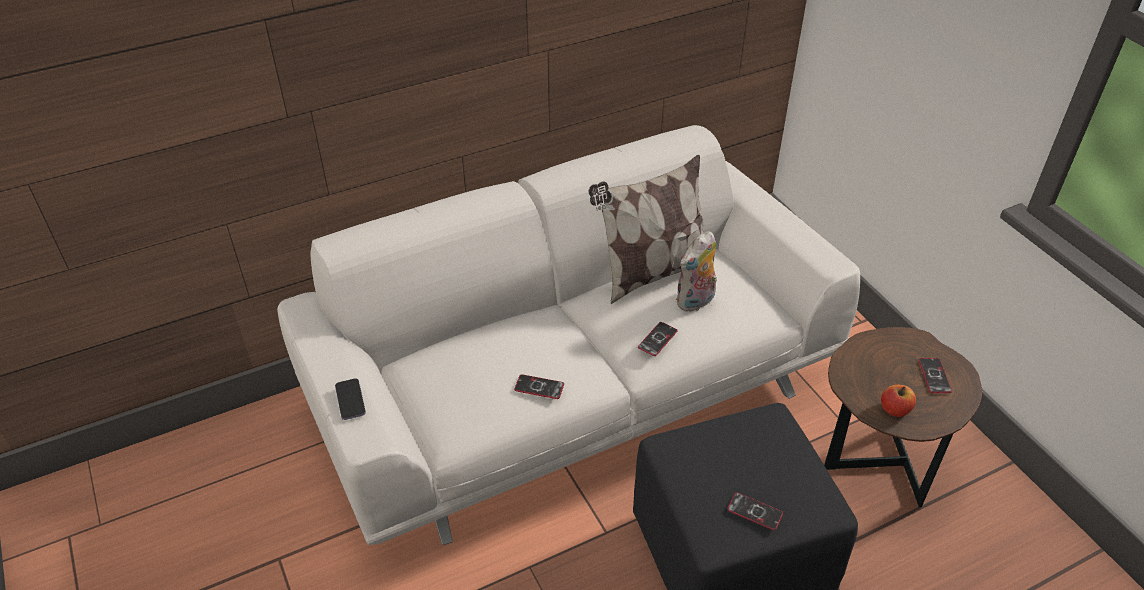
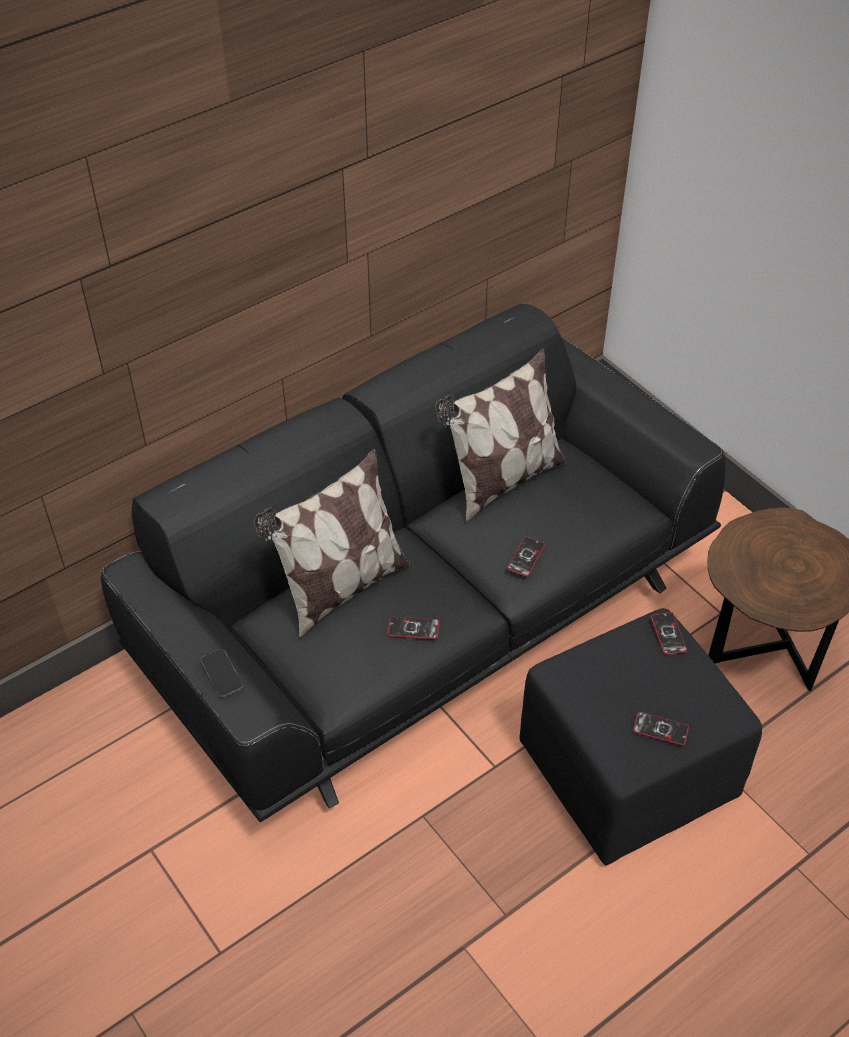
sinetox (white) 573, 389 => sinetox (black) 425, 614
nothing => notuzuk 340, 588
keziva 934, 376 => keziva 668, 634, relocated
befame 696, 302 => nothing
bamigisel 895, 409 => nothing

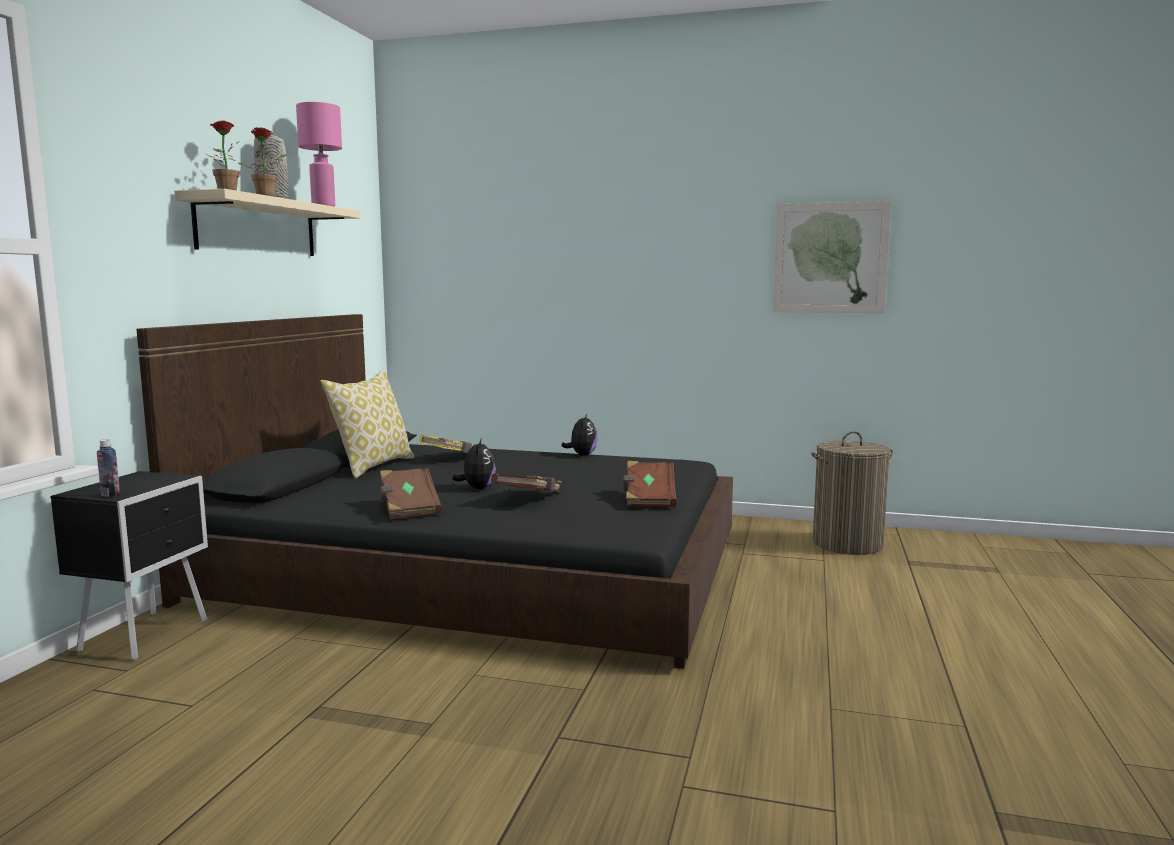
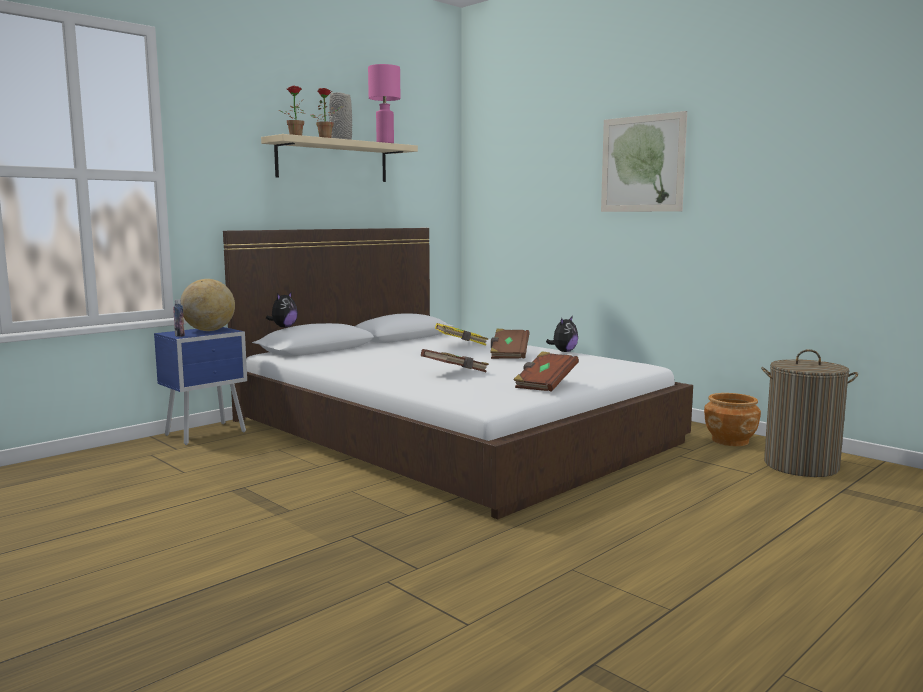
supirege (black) 148, 635 => supirege (blue) 207, 433
nothing => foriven 209, 330
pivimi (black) 480, 567 => pivimi (white) 449, 430
befame 477, 488 => befame 284, 327, relocated
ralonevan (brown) 408, 508 => ralonevan (brown) 508, 355, relocated
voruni 830, 258 => voruni 642, 164, relocated
nothing => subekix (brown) 730, 441
notuzuk 373, 466 => nothing

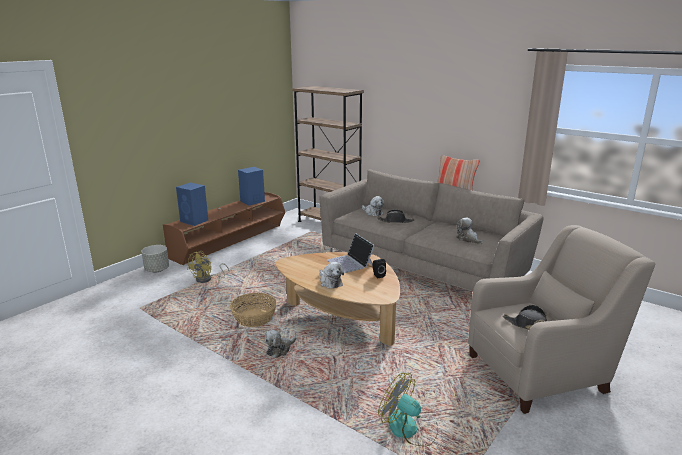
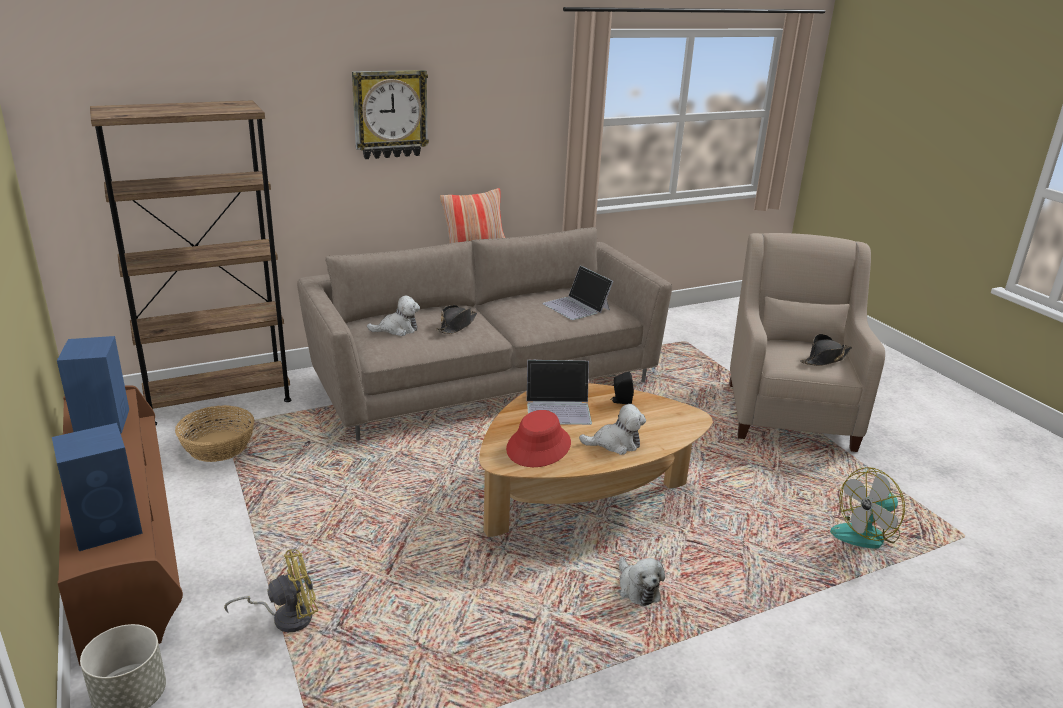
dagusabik 254, 318 => dagusabik 219, 446, relocated
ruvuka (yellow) 207, 279 => ruvuka (yellow) 286, 617, 75 degrees counterclockwise
nothing => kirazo 390, 114
nothing => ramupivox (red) 539, 446
befame 468, 239 => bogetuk 576, 306

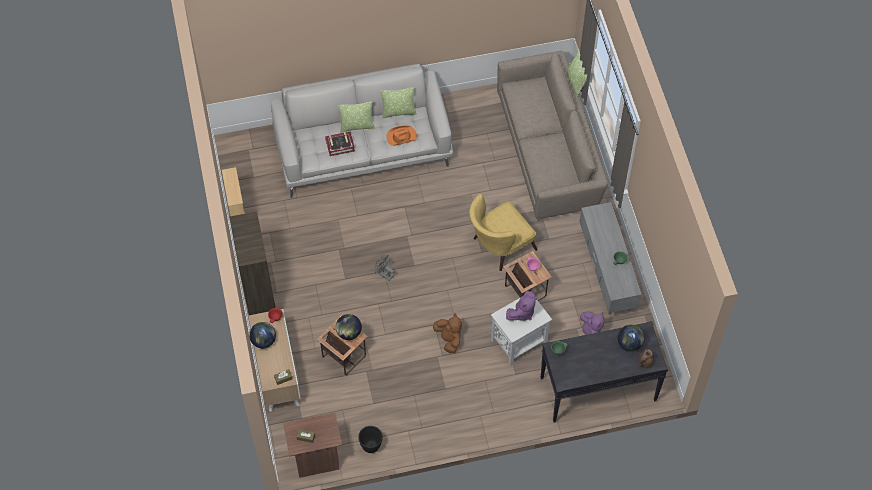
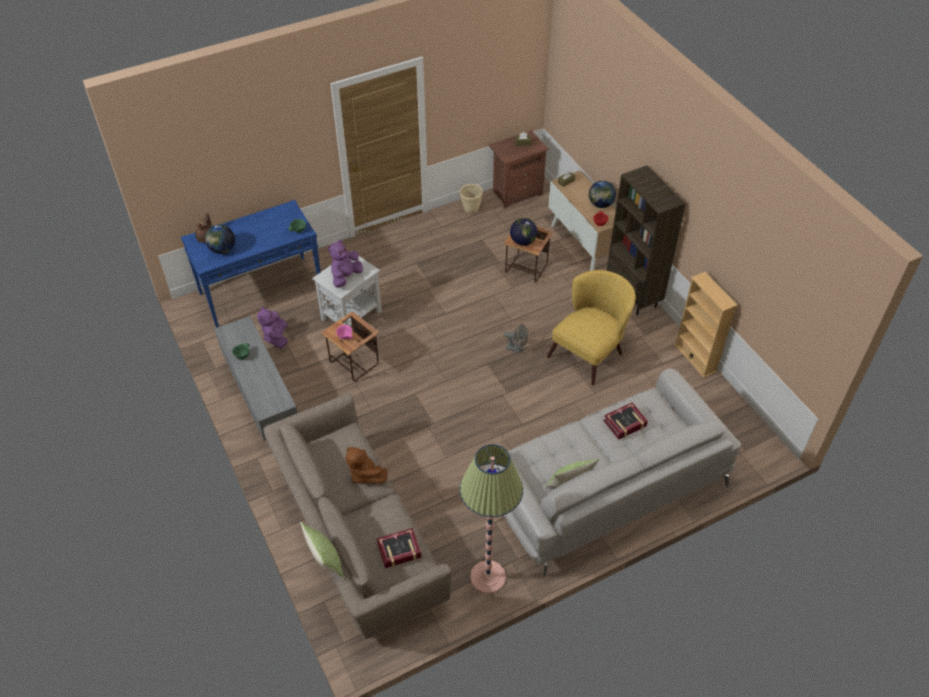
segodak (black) 597, 389 => segodak (blue) 261, 291
befame (brown) 449, 339 => befame (brown) 364, 474, relocated
nothing => ralonevan 399, 551
subekix (black) 371, 446 => subekix (beige) 470, 209
nothing => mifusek 488, 577
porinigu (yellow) 498, 247 => porinigu (yellow) 590, 351, relocated
notuzuk 357, 126 => nothing
ramupivox (orange) 401, 137 => nothing

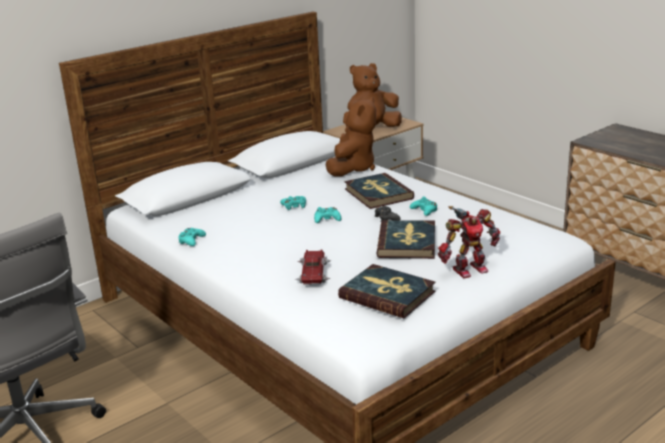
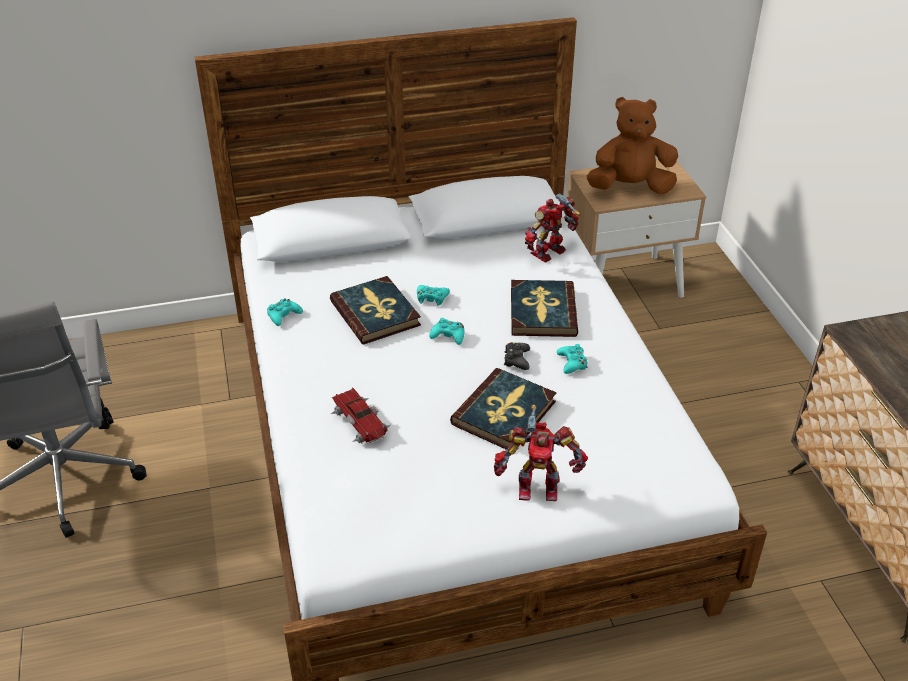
ralonevan 387, 294 => ralonevan 375, 313, relocated
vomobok 313, 273 => vomobok 361, 422, 120 degrees clockwise
befame (brown) 352, 168 => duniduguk 550, 253

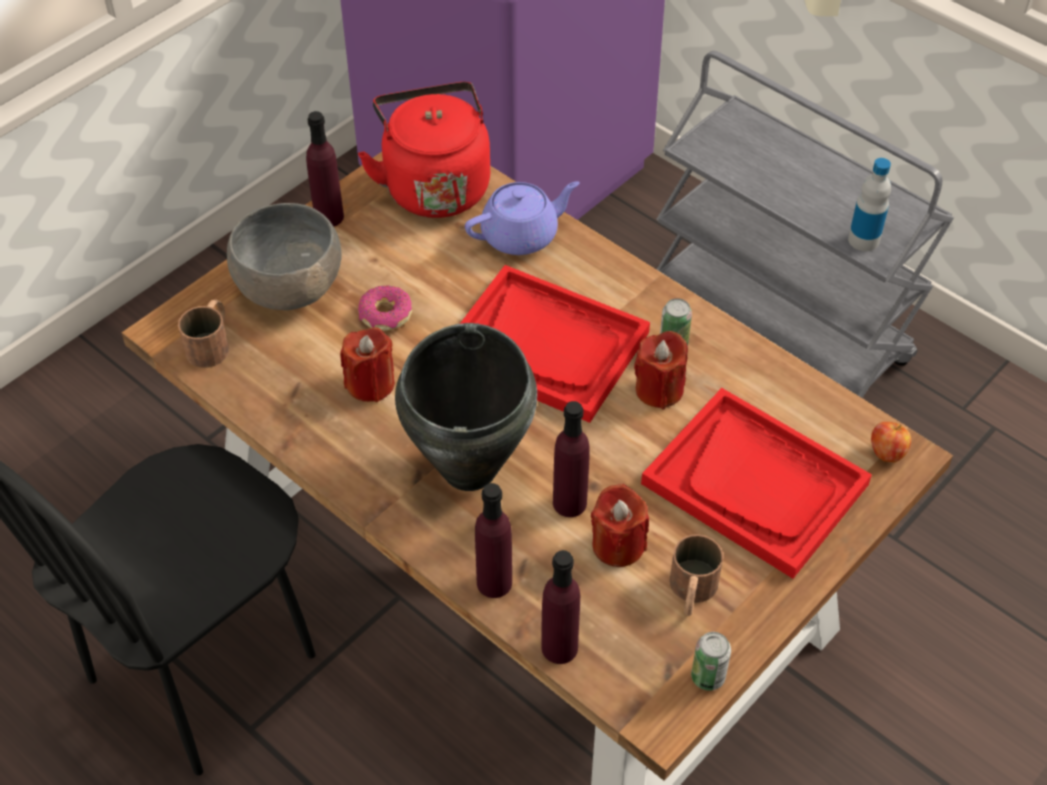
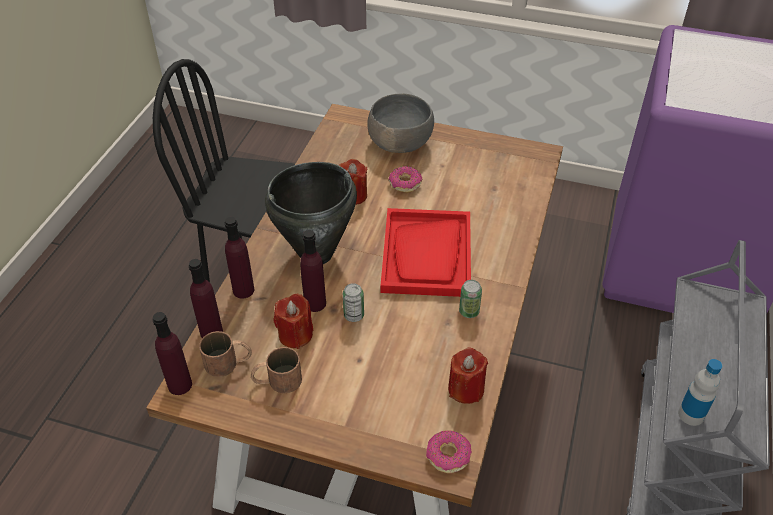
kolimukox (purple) 329, 217 => kolimukox (purple) 180, 385, relocated
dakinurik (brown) 212, 343 => dakinurik (brown) 229, 362, relocated
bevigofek 708, 677 => bevigofek 354, 315, relocated
bamigisel 886, 453 => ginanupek 448, 455
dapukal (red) 659, 389 => dapukal (red) 466, 389, relocated
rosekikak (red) 434, 185 => nothing
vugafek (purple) 521, 235 => nothing
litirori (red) 755, 484 => nothing

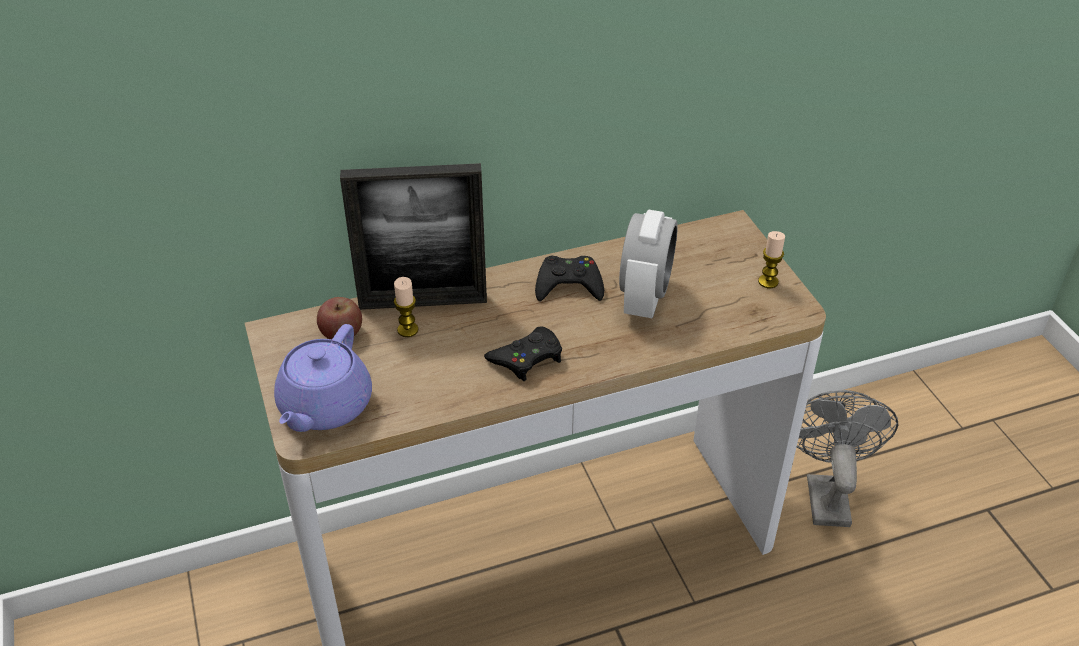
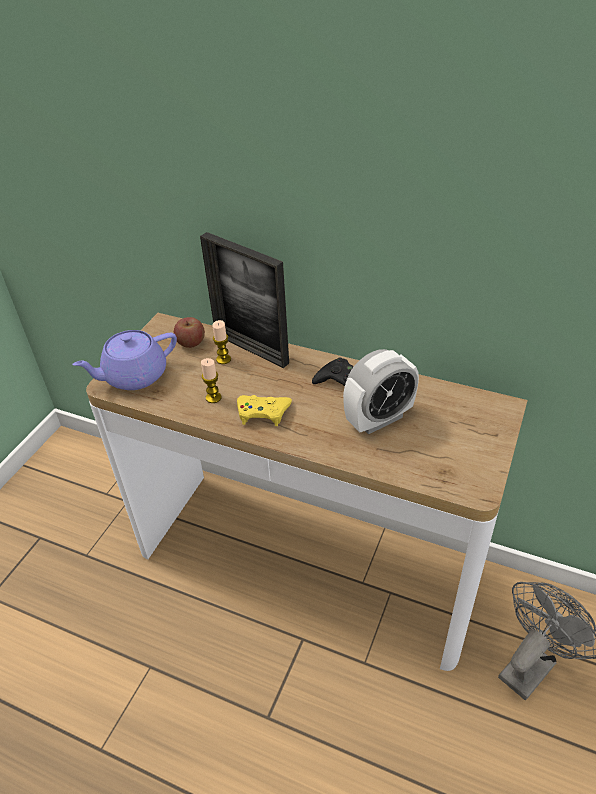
dapukal 768, 282 => dapukal 213, 397, relocated
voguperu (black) 527, 358 => voguperu (yellow) 263, 413

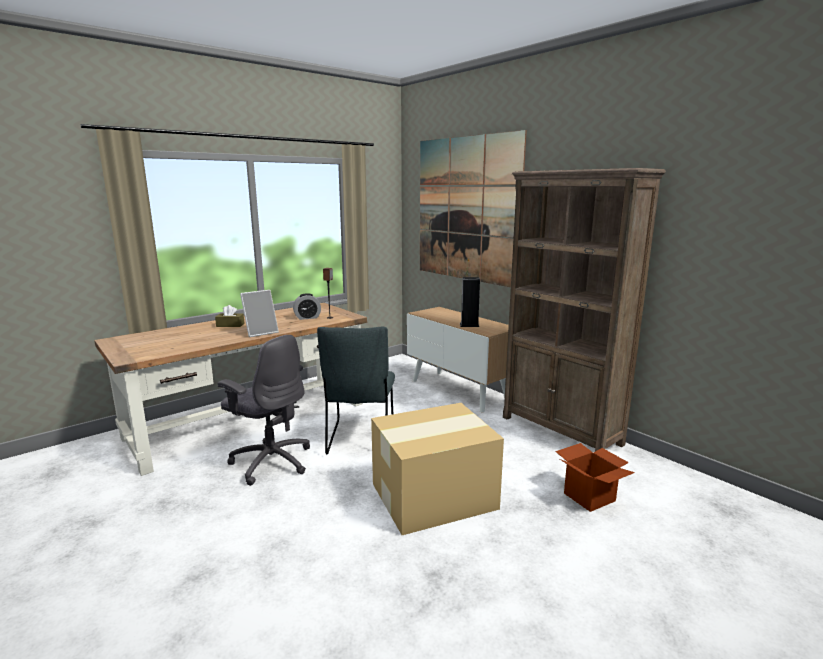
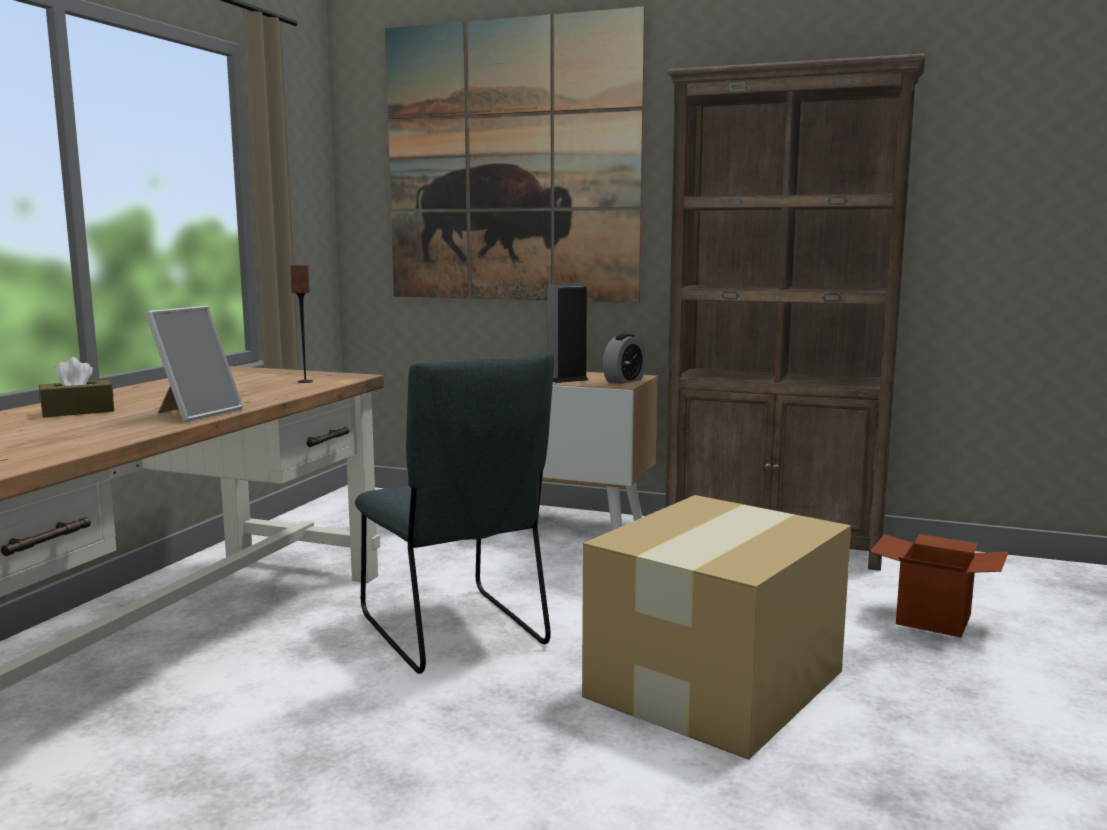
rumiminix 307, 317 => rumiminix 624, 381, relocated
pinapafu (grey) 271, 461 => nothing

